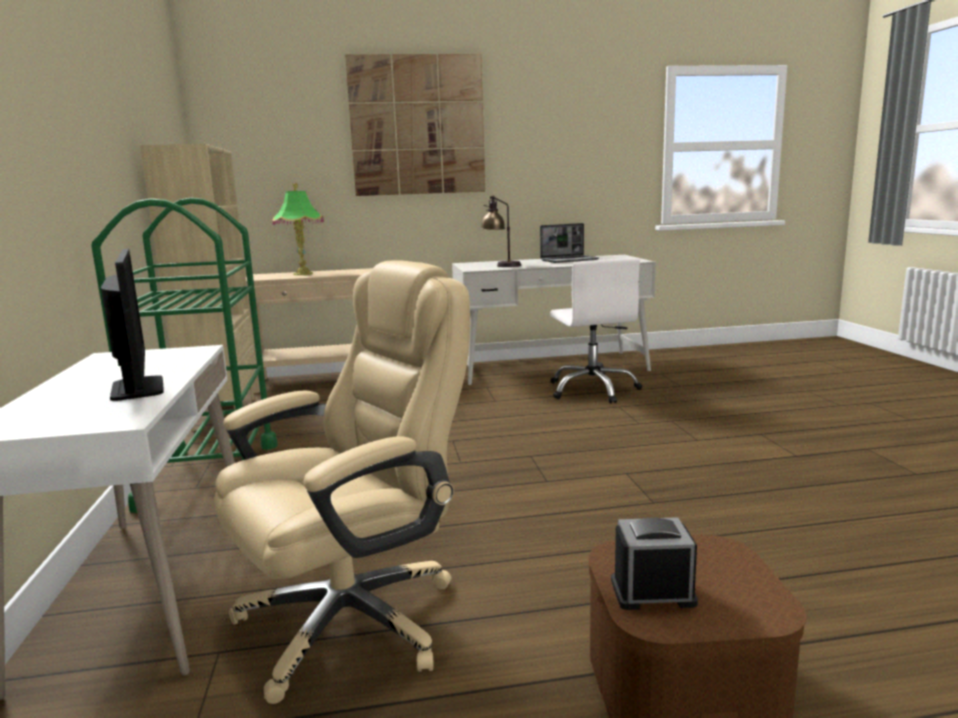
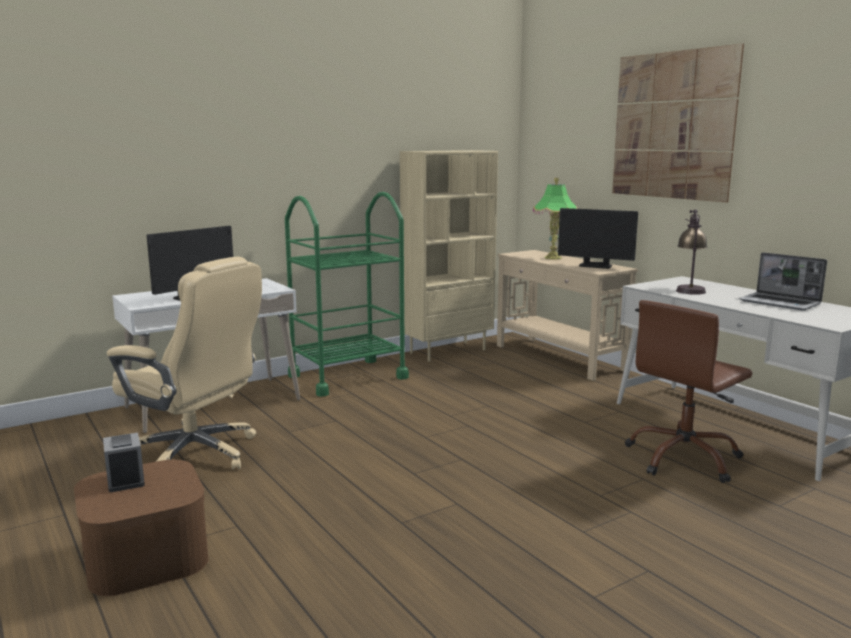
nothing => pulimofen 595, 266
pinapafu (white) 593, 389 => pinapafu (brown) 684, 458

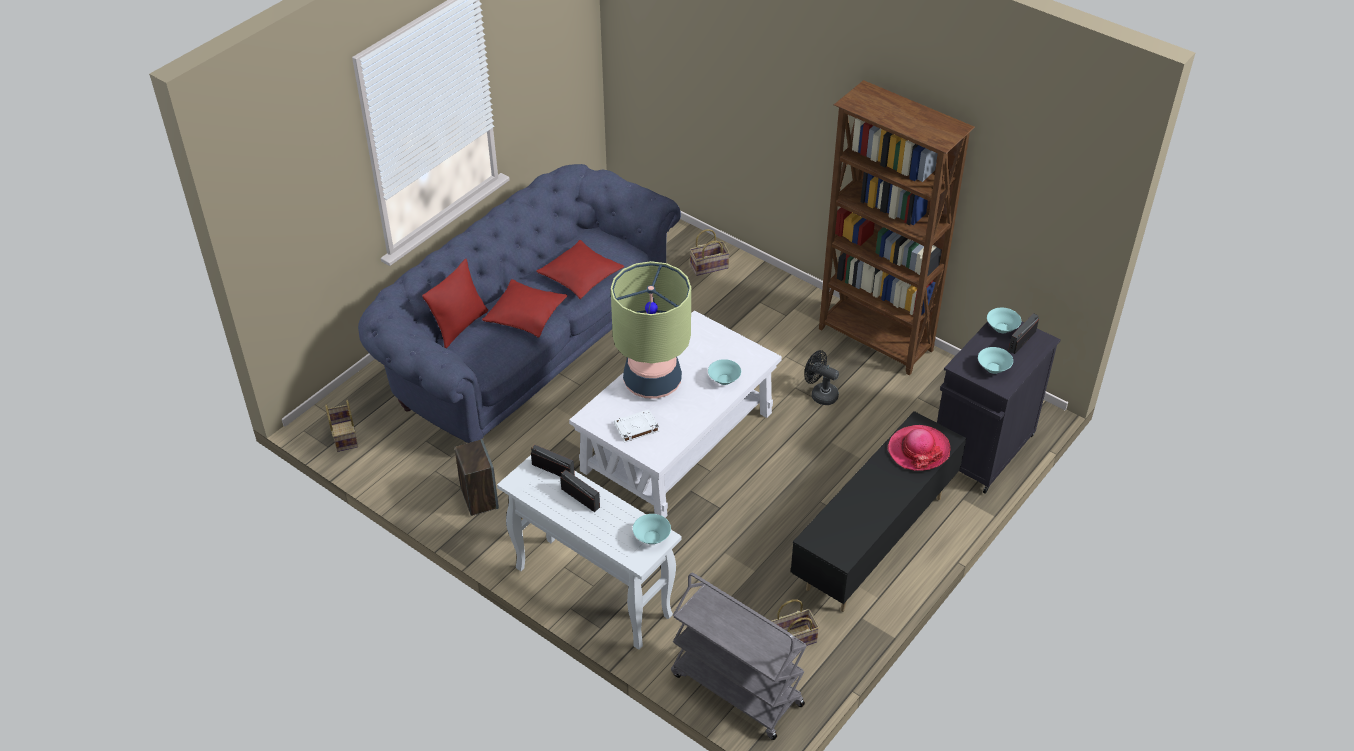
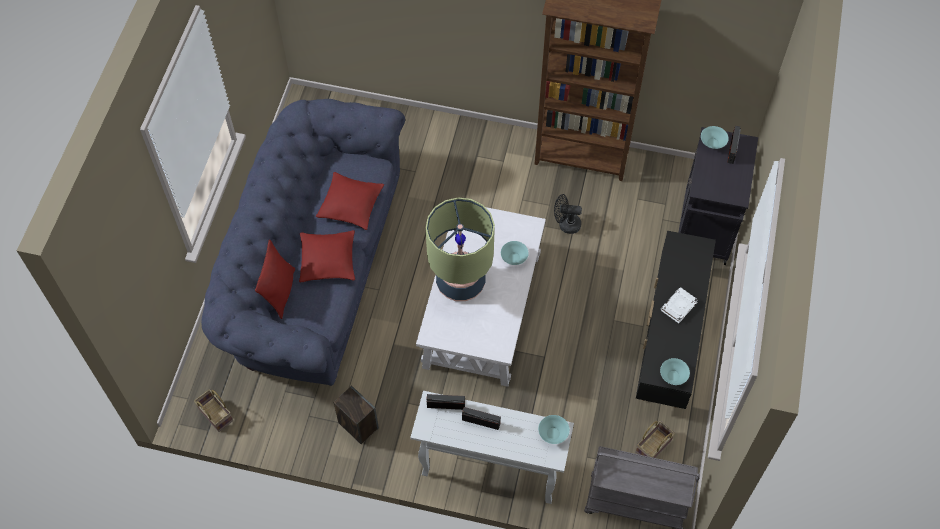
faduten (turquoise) 993, 368 => faduten (turquoise) 673, 376, relocated
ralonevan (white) 636, 428 => ralonevan (white) 678, 307, relocated
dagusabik 709, 265 => nothing
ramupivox 918, 450 => nothing

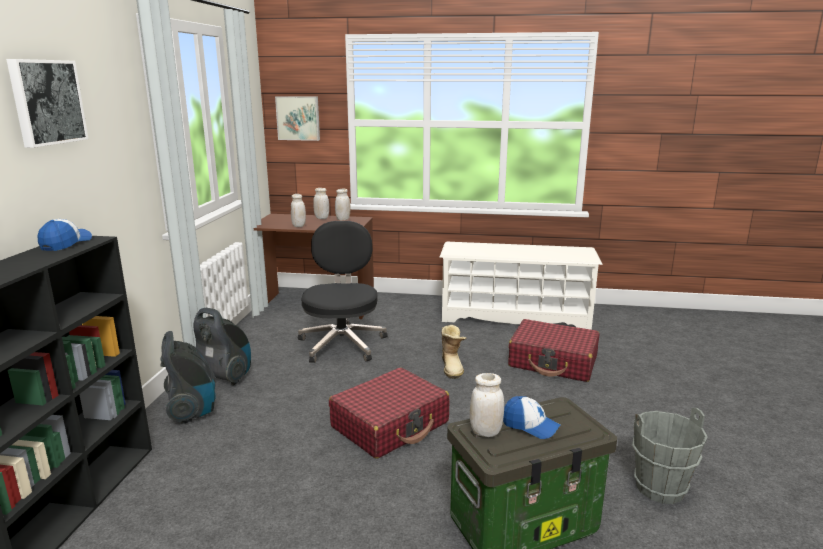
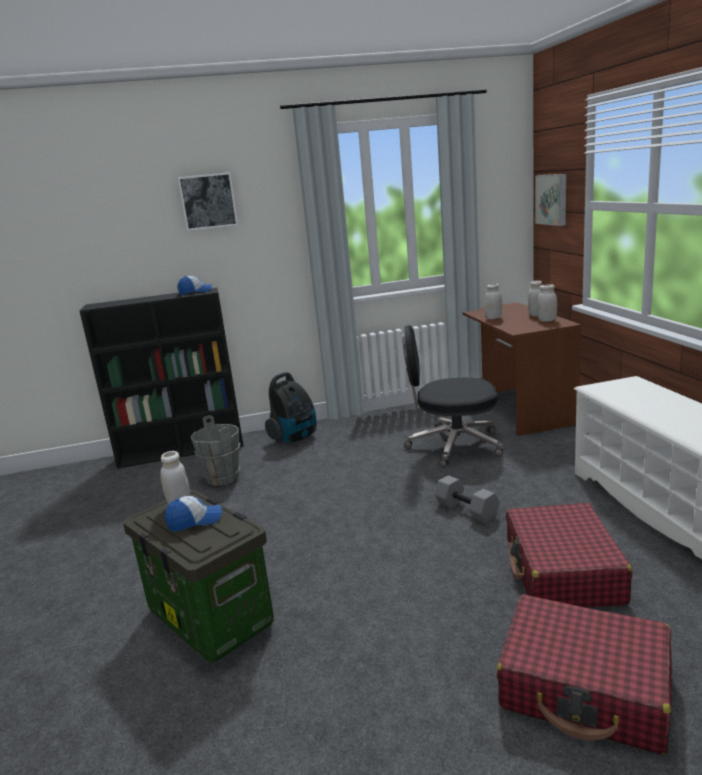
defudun 530, 426 => defudun 195, 521, 120 degrees counterclockwise
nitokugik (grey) 660, 489 => nitokugik (grey) 222, 478, relocated
pinapafu (black) 342, 343 => pinapafu (black) 453, 446, 150 degrees counterclockwise
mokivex 452, 367 => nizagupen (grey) 467, 510
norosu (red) 390, 425 => norosu (red) 585, 688, relocated
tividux 224, 377 => nothing

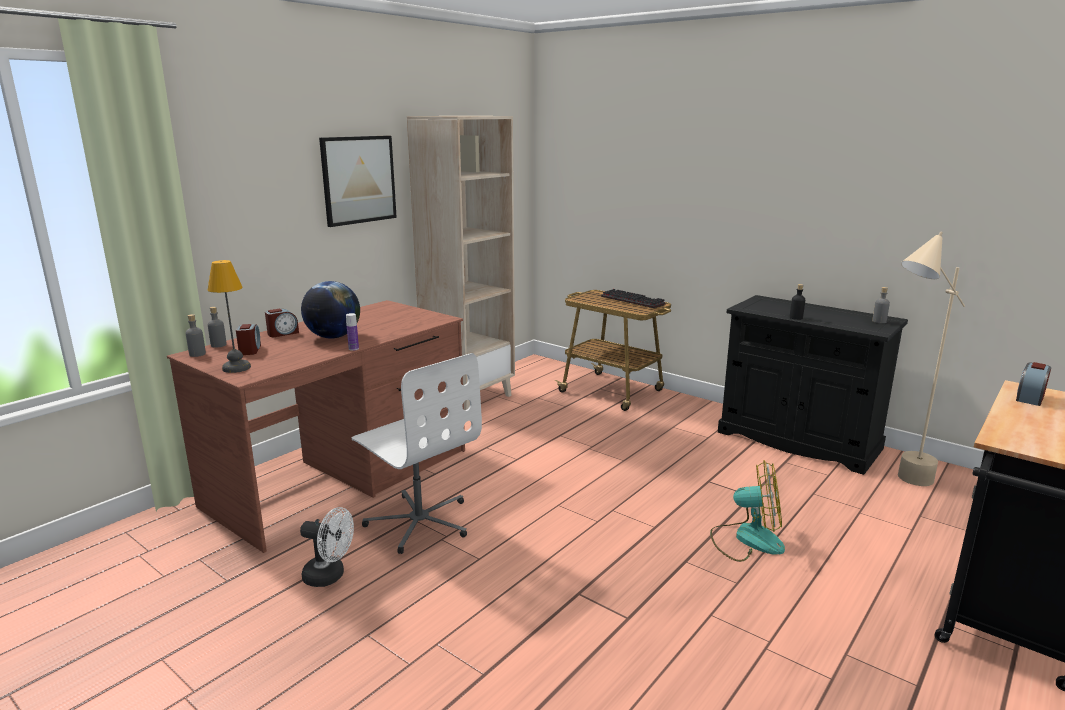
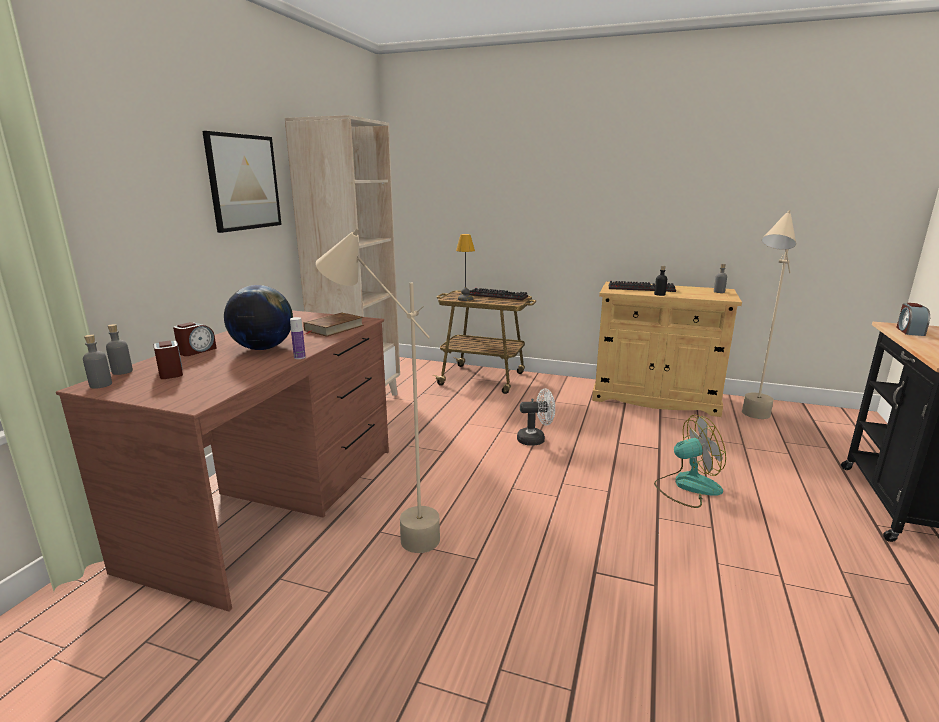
nothing => ralonevan (brown) 334, 328
pinapafu (white) 419, 521 => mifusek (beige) 390, 533
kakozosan 237, 368 => kakozosan 466, 299, relocated
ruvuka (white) 330, 576 => ruvuka (white) 535, 439, relocated
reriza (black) 798, 440 => reriza (beige) 655, 398
nothing => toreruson 642, 288

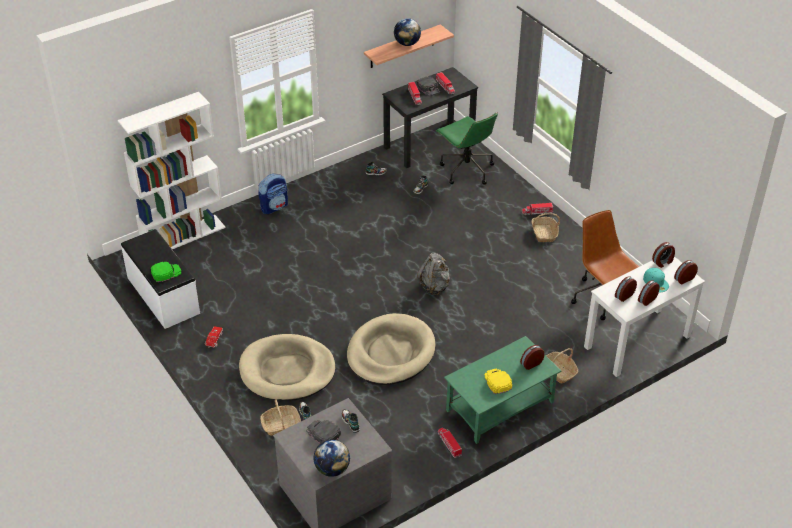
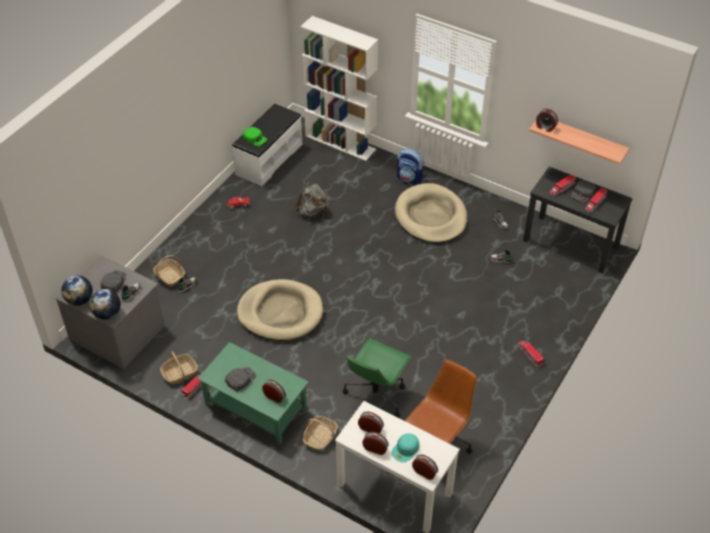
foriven 407, 43 => foriven 107, 314, relocated
dagusabik 544, 233 => dagusabik 179, 373, relocated
defudun (yellow) 497, 382 => defudun (black) 240, 379
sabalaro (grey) 435, 286 => sabalaro (grey) 312, 212, relocated
pinapafu (green) 466, 170 => pinapafu (green) 375, 397, relocated
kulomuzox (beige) 287, 371 => kulomuzox (beige) 431, 216, relocated
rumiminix 663, 262 => rumiminix 545, 127, relocated

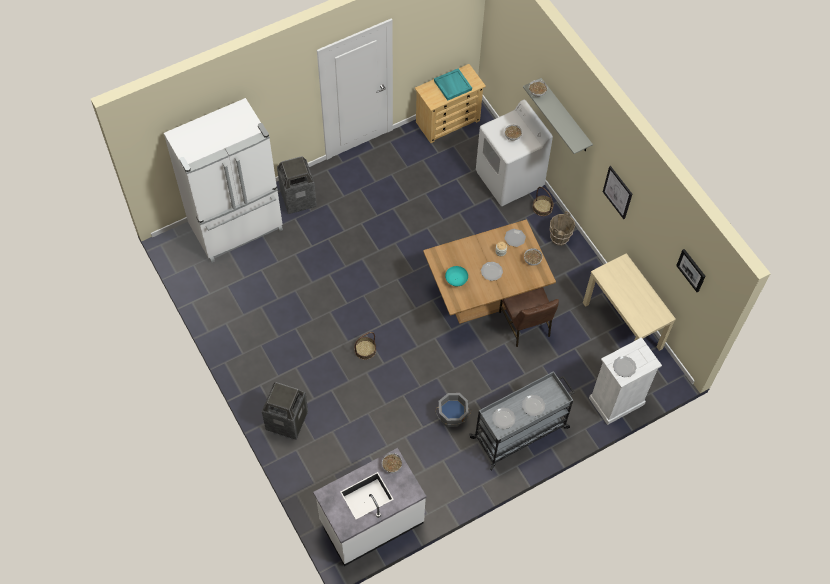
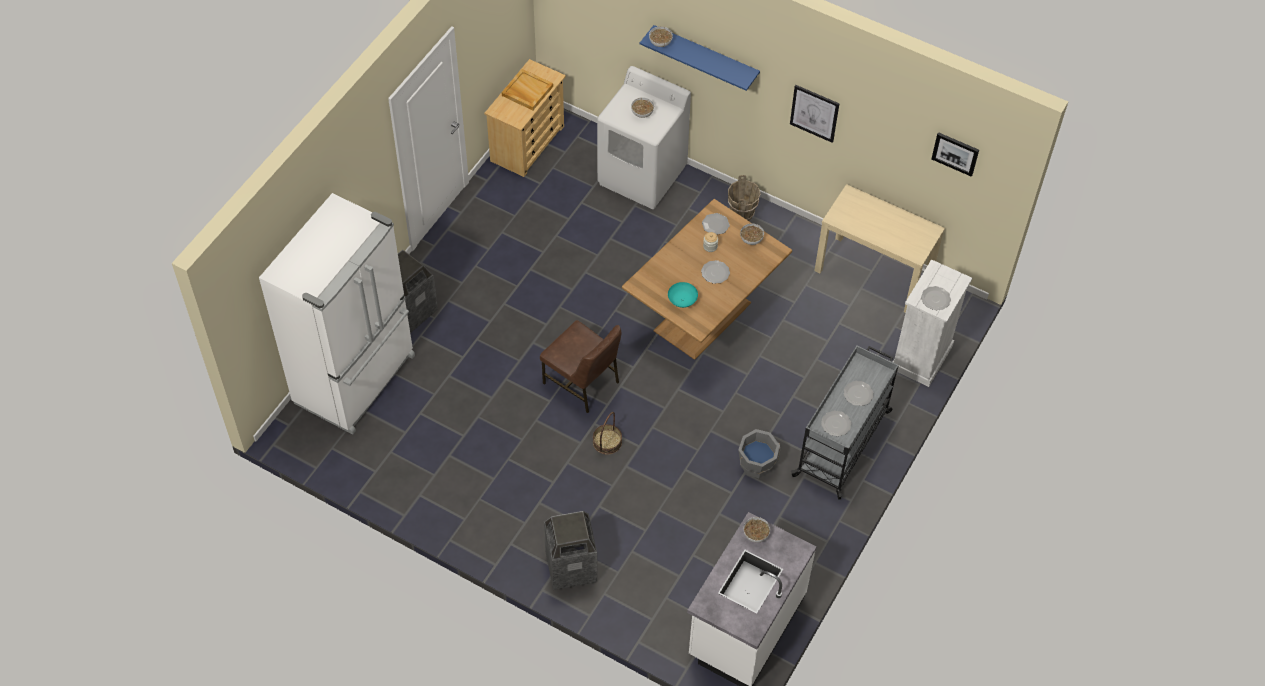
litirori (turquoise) 452, 85 => litirori (beige) 527, 91
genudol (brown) 525, 324 => genudol (brown) 582, 383, relocated
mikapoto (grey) 565, 116 => mikapoto (blue) 705, 56
dagusabik 542, 207 => nothing

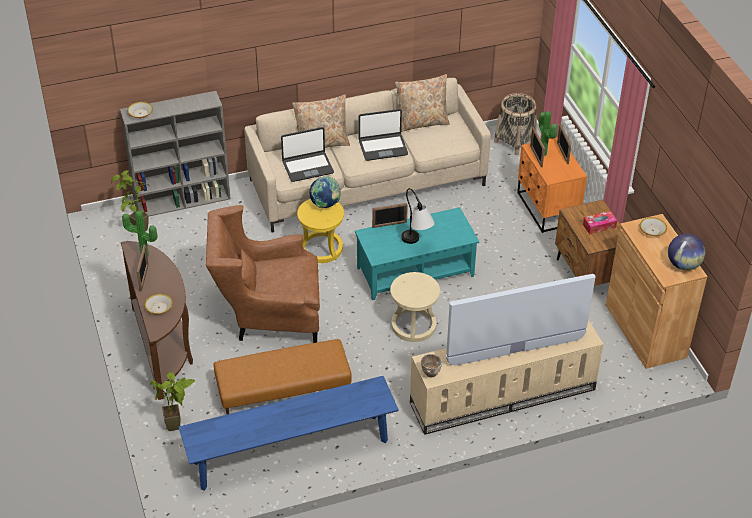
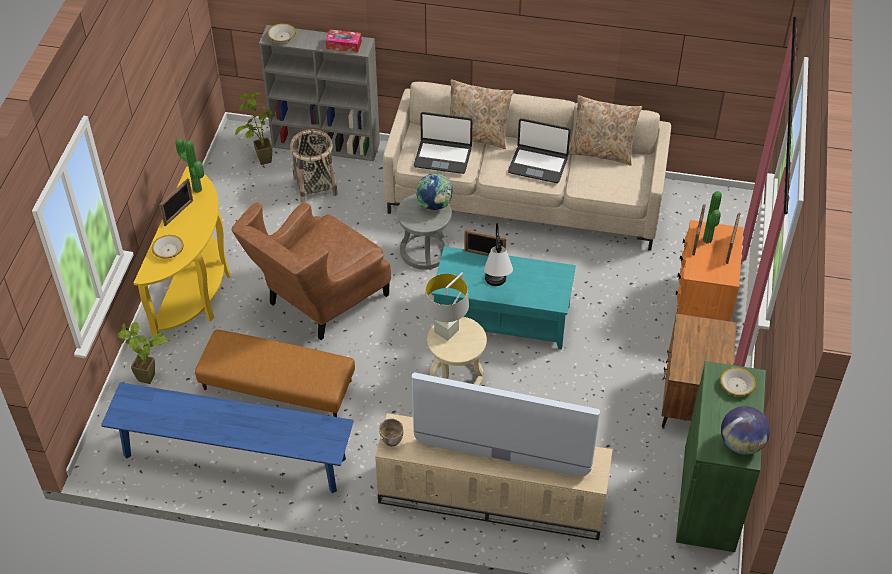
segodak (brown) 164, 348 => segodak (yellow) 196, 293
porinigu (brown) 268, 316 => porinigu (brown) 318, 302, 75 degrees counterclockwise
dagusabik 515, 142 => dagusabik 315, 186, relocated
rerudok 599, 226 => rerudok 343, 45, relocated
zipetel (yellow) 321, 248 => zipetel (grey) 424, 251
nothing => kakozosan (grey) 446, 332
reriza (brown) 645, 331 => reriza (green) 709, 497

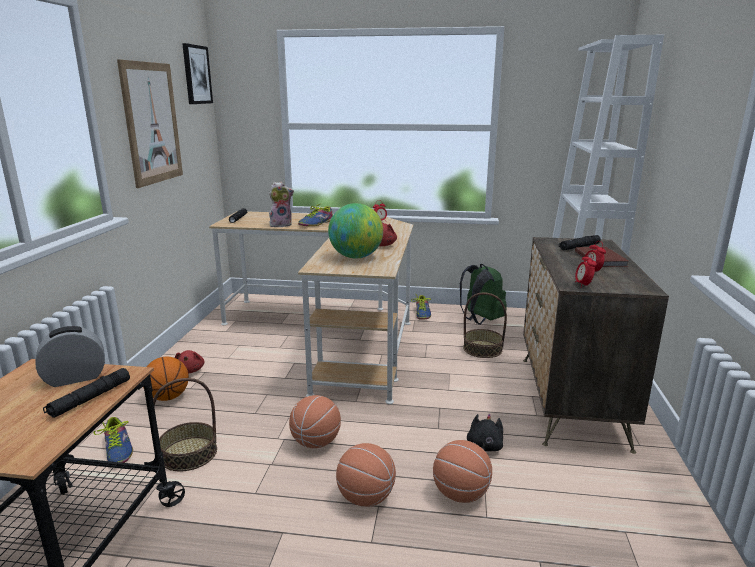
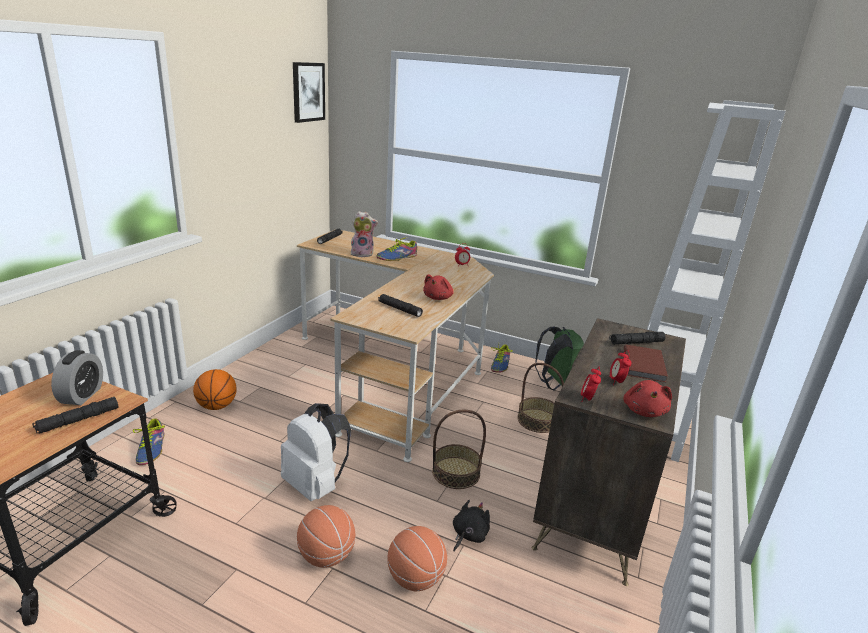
rumiminix 75, 378 => rumiminix 82, 395, 105 degrees clockwise
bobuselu 316, 442 => sabalaro (white) 315, 485
foriven 356, 257 => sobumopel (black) 399, 309
dagusabik 189, 454 => dagusabik 456, 473, relocated
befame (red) 190, 370 => befame (red) 644, 411, relocated
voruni 152, 123 => nothing

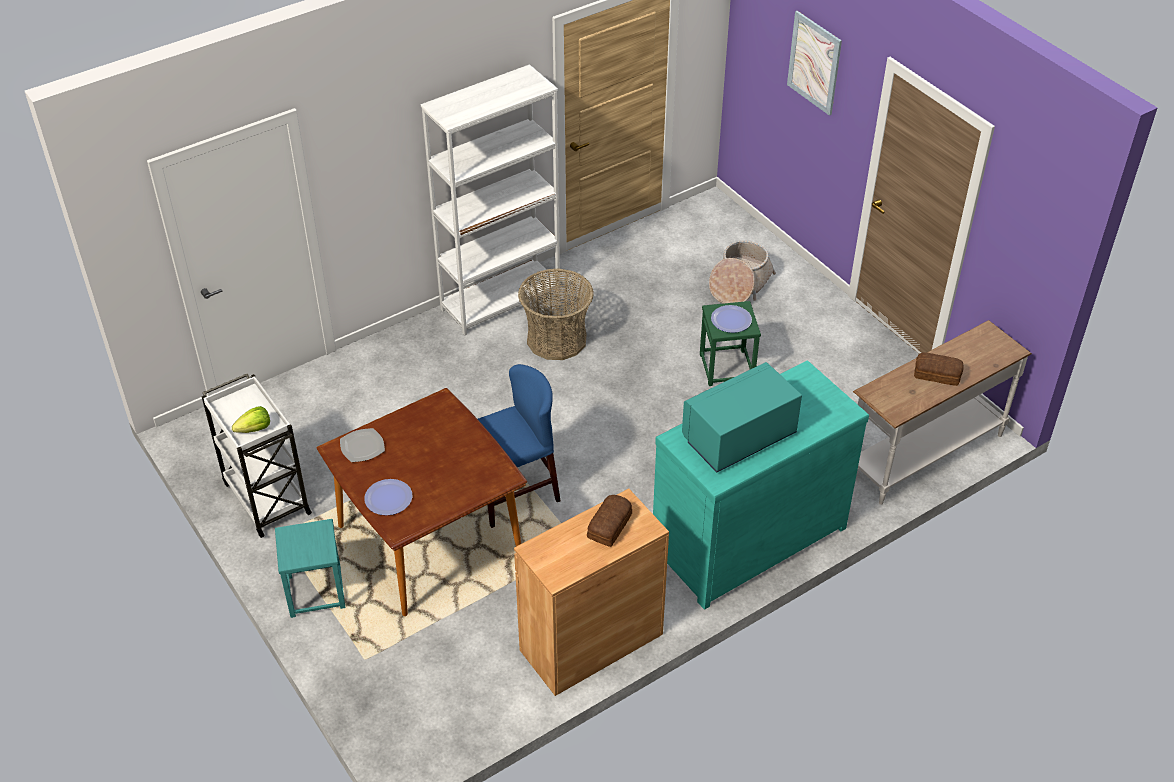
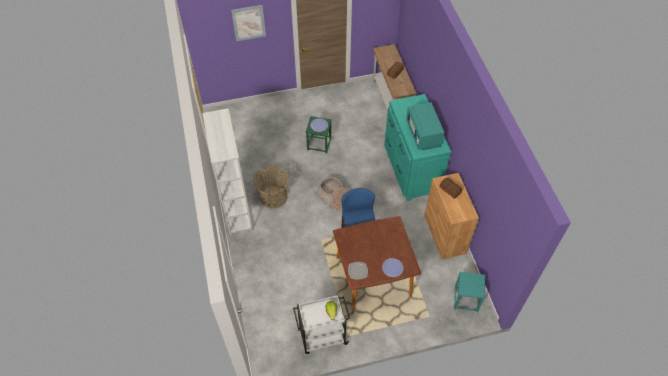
dagusabik 739, 284 => dagusabik 333, 197, relocated
zipetel (turquoise) 315, 592 => zipetel (turquoise) 466, 299, relocated

